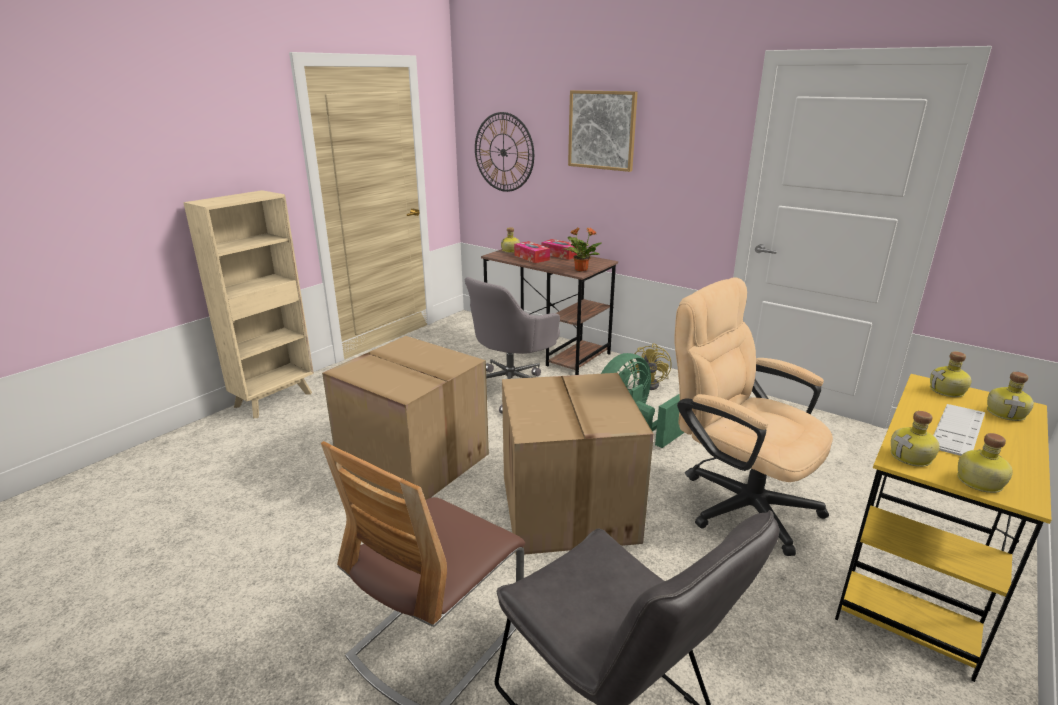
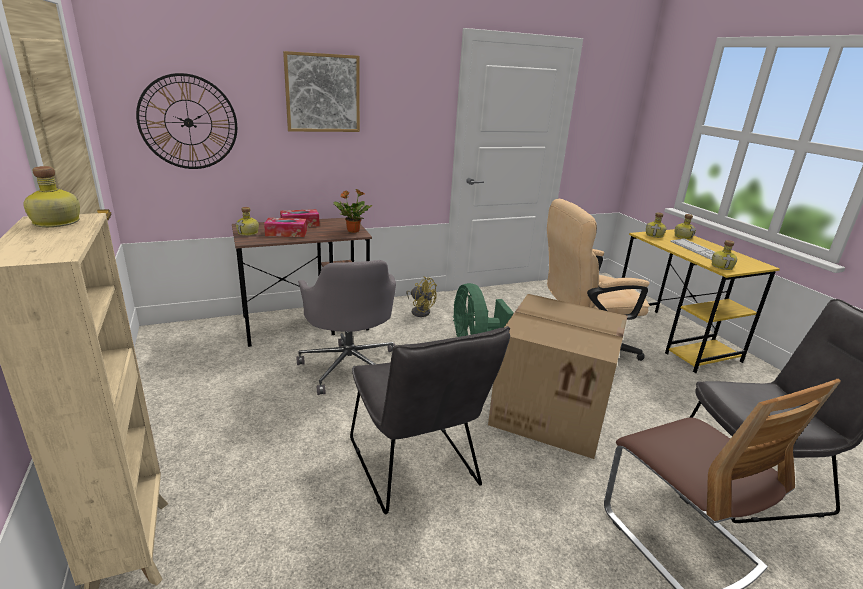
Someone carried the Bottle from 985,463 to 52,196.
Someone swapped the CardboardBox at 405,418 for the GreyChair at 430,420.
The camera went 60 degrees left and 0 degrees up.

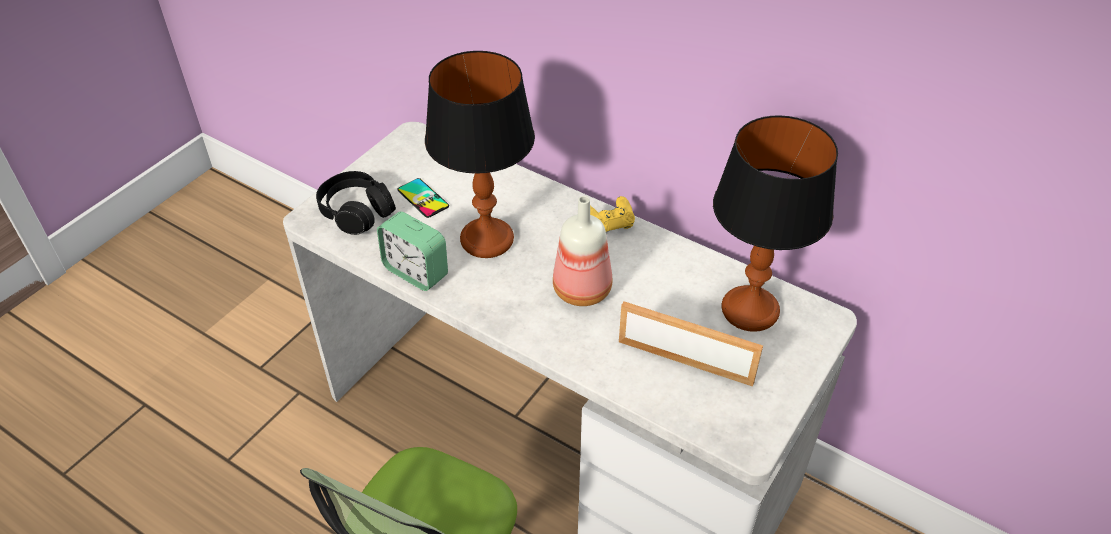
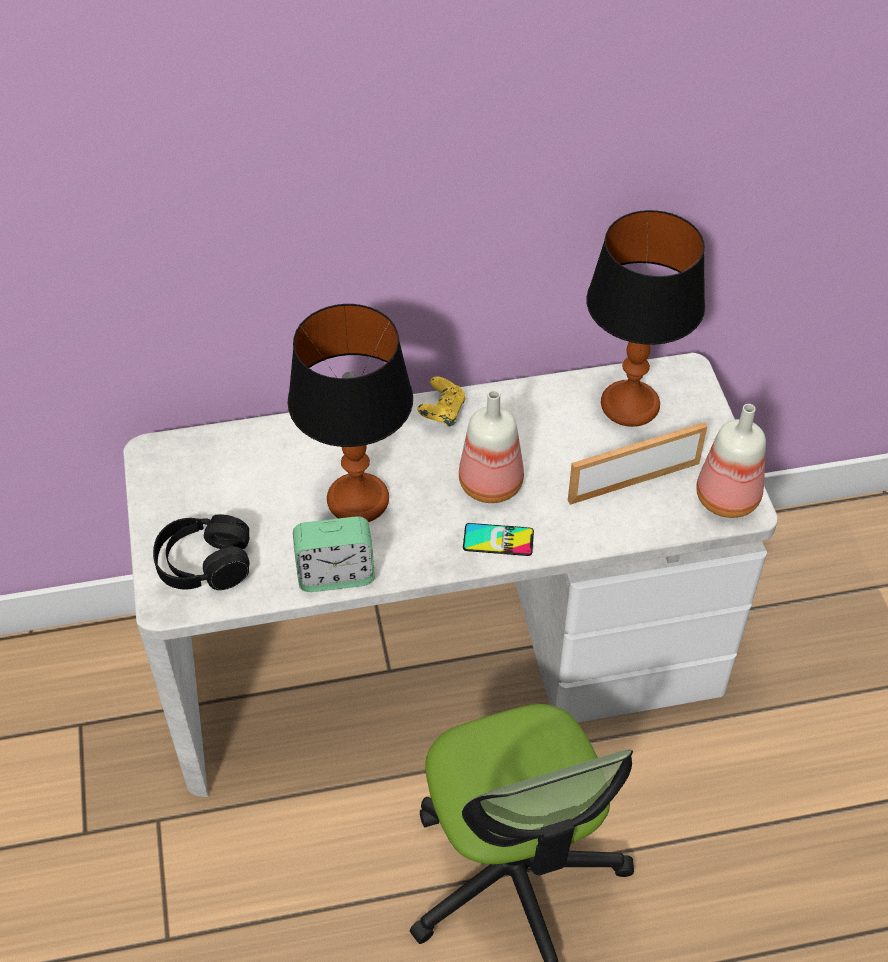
Someone put down the Bottle at 731,461.
Someone carried the Phone from 423,198 to 498,539.
The camera went 45 degrees left and 5 degrees up.

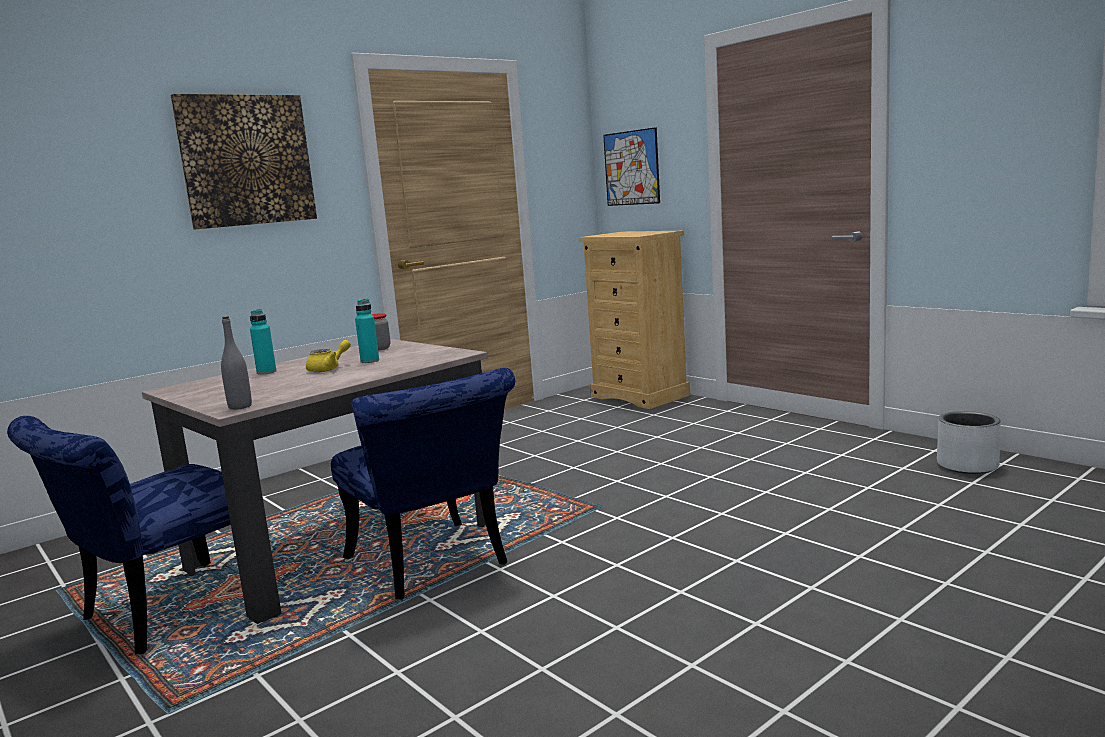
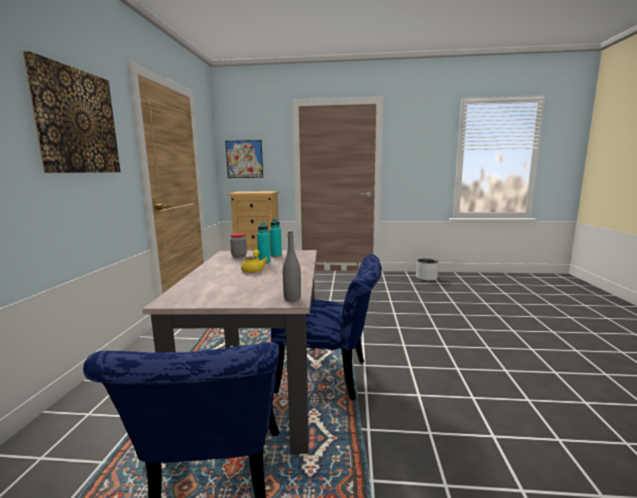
Someone carried the TurquoiseBottle from 263,342 to 276,238.
The camera went 45 degrees left and 0 degrees up.

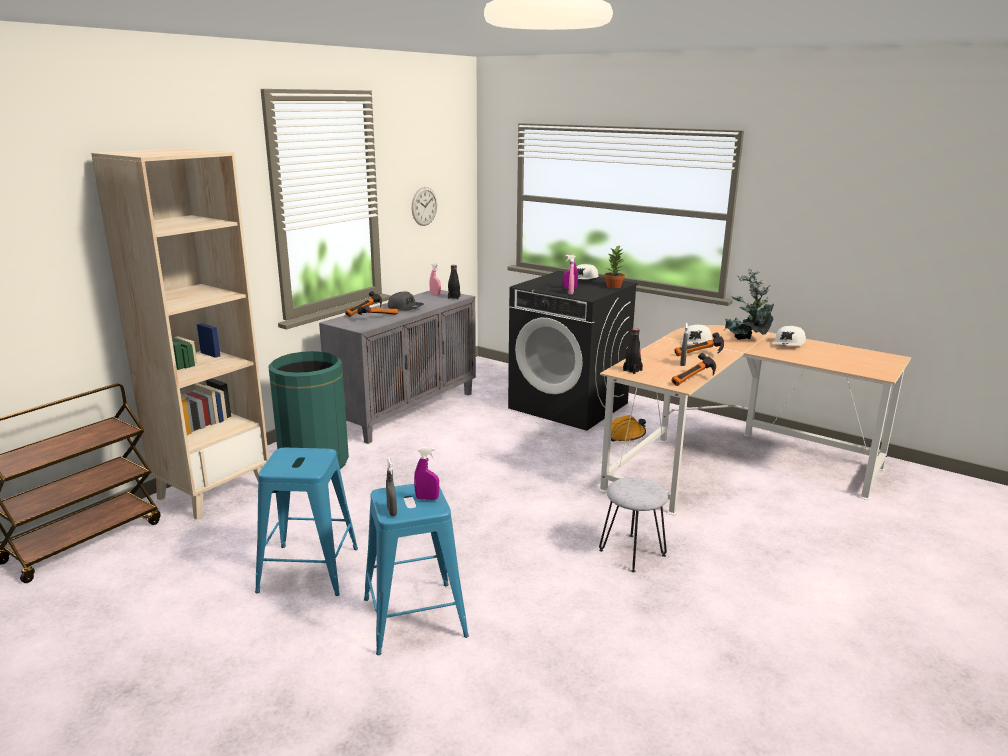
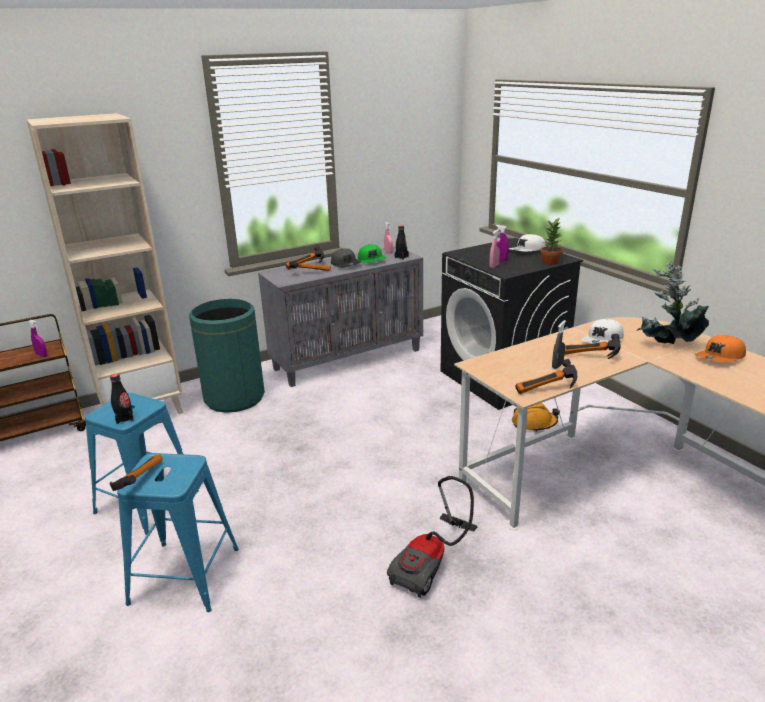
Someone took away the WallClock at 424,206.
Someone put down the GreenCap at 372,253.
Someone carried the PurpleSprayBottle from 426,473 to 38,338.
Someone carried the BlackBottle from 633,351 to 122,399.
Someone swapped the GreySprayBottle at 391,487 for the Hammer at 136,472.
Someone swapped the GreyStool at 633,524 for the VacuumCleaner at 432,537.
Someone repainted the WhiteCap at 789,335, which became the OrangeCap at 720,349.
The camera went 25 degrees right and 5 degrees up.

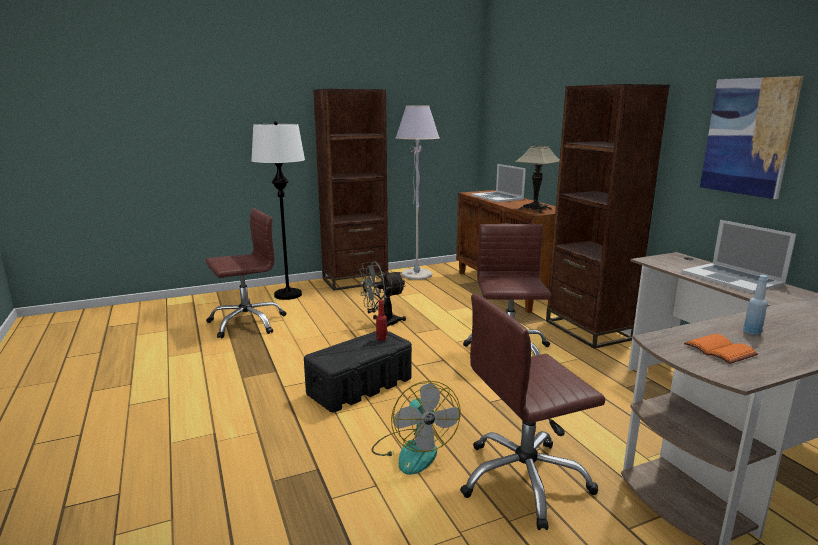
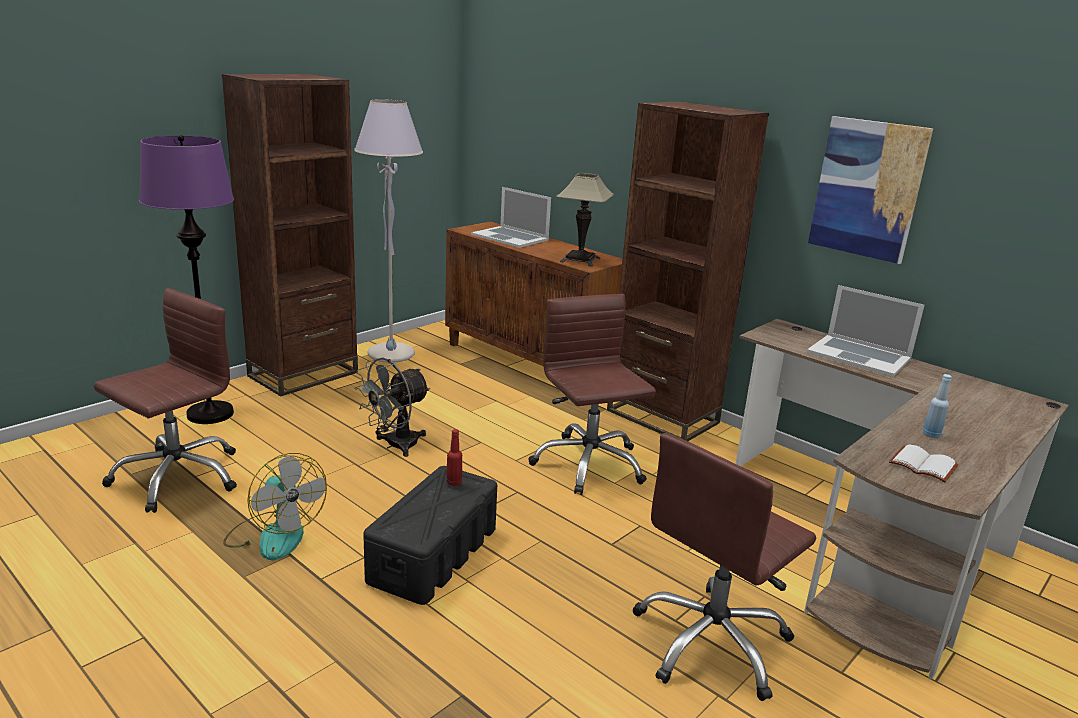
Someone carried the Fan from 415,428 to 275,506.
Someone repainted the WhiteFloorLamp at 278,210, which became the PurpleFloorLamp at 186,279.
Someone repainted the OrangeBook at 721,349, which became the WhiteBook at 924,463.
The camera went 25 degrees left and 5 degrees up.

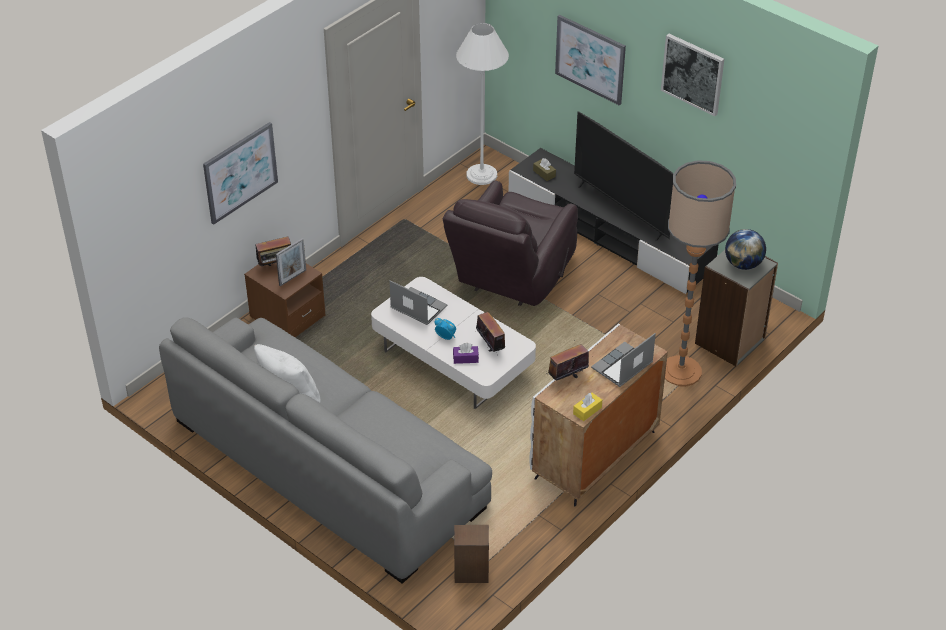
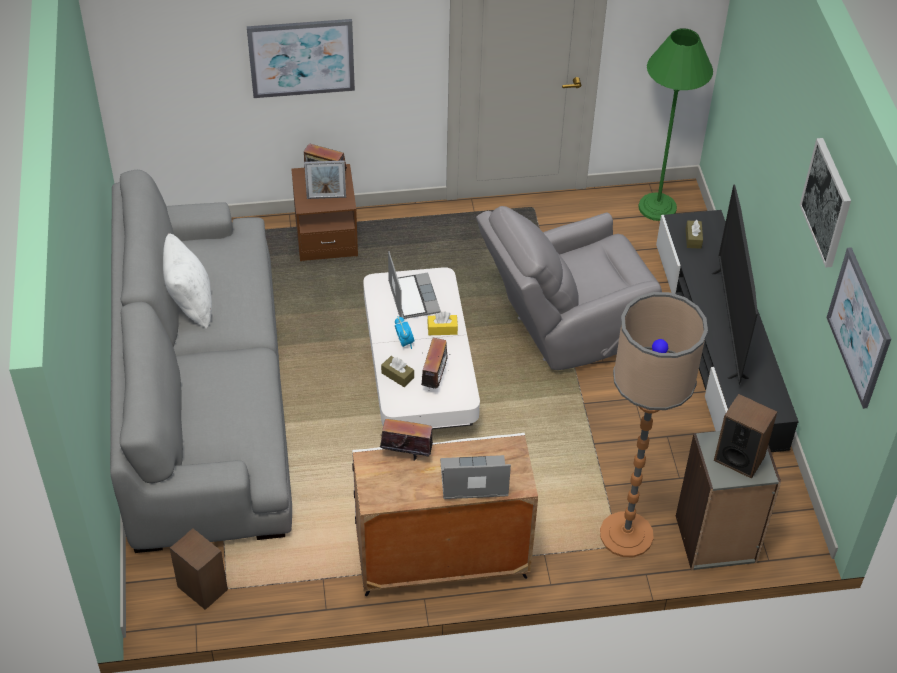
Someone carried the Picture from 590,60 to 859,328.
Someone carried the YellowTissueBox from 587,407 to 442,323.
Someone swapped the Globe at 745,249 for the Speaker at 746,436.
Someone repainted the BrownArmchair at 510,243, which became the GreyArmchair at 569,288.
Someone repainted the PurpleTissueBox at 466,353, which became the BrownTissueBox at 397,371.
Someone repainted the WhiteFloorLamp at 482,104, which became the GreenFloorLamp at 675,124.
The camera went 40 degrees right and 5 degrees up.

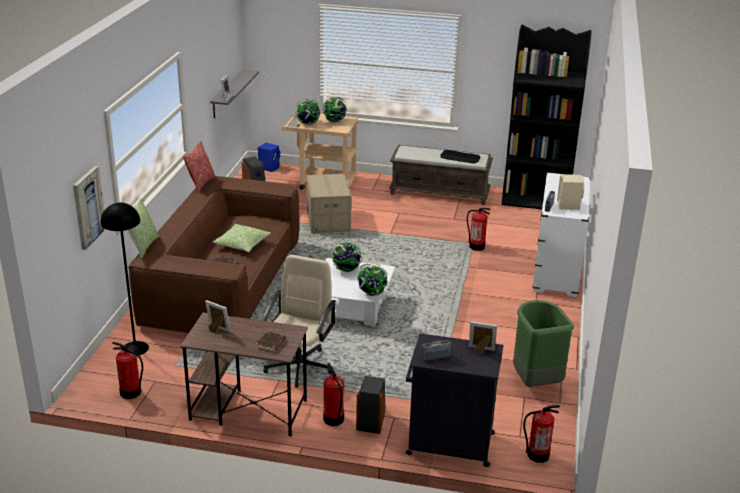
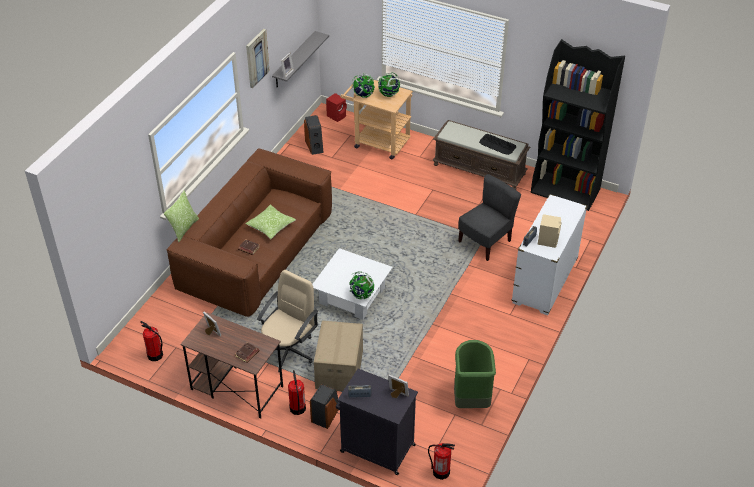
Someone took away the BlackFloorLamp at 125,279.
Someone took away the Pillow at 199,167.
Someone took away the Globe at 347,255.
Someone carried the Picture from 89,208 to 258,58.
Someone carried the CardboardBox from 328,203 to 338,356.
Someone swapped the FireExtinguisher at 478,229 for the GreyChair at 489,217.
Someone repainted the BlueSpeaker at 269,157, which became the RedSpeaker at 336,107.
The camera went 15 degrees right and 15 degrees up.

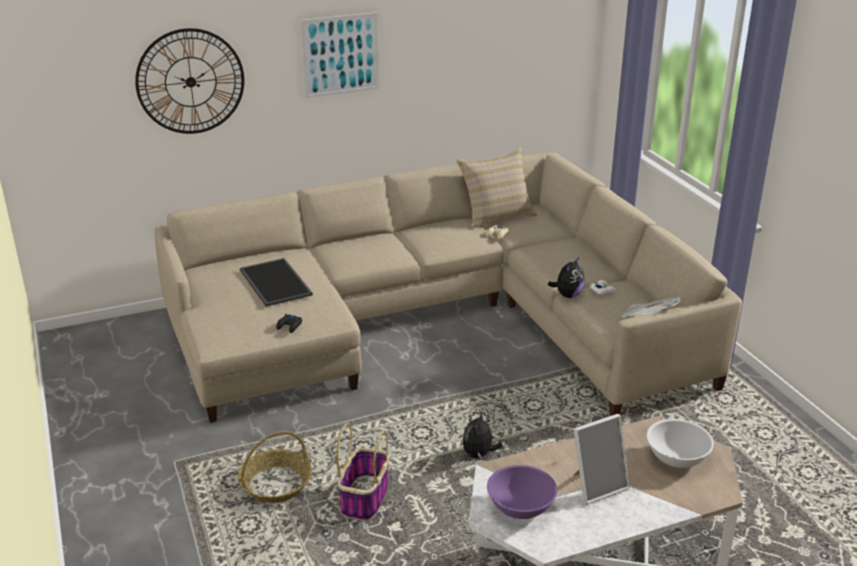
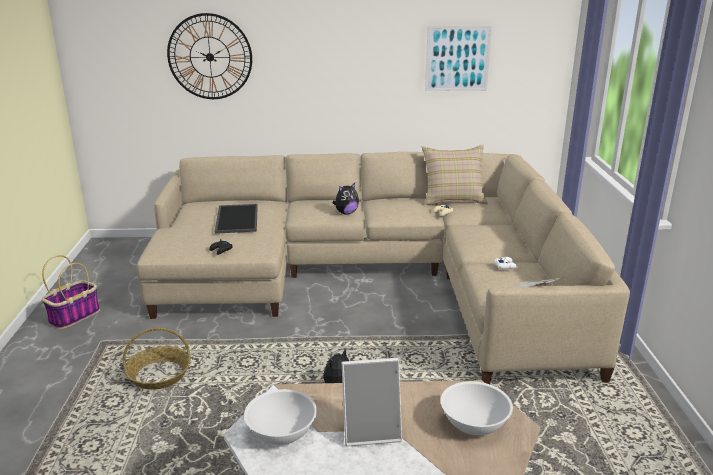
Someone carried the Picture from 340,55 to 458,58.
Someone carried the Basket from 362,472 to 71,292.
Someone carried the PlushToy from 566,277 to 345,199.
Someone repainted the PurpleBowl at 522,492, which became the WhiteBowl at 280,417.
The camera went 20 degrees right and 5 degrees down.

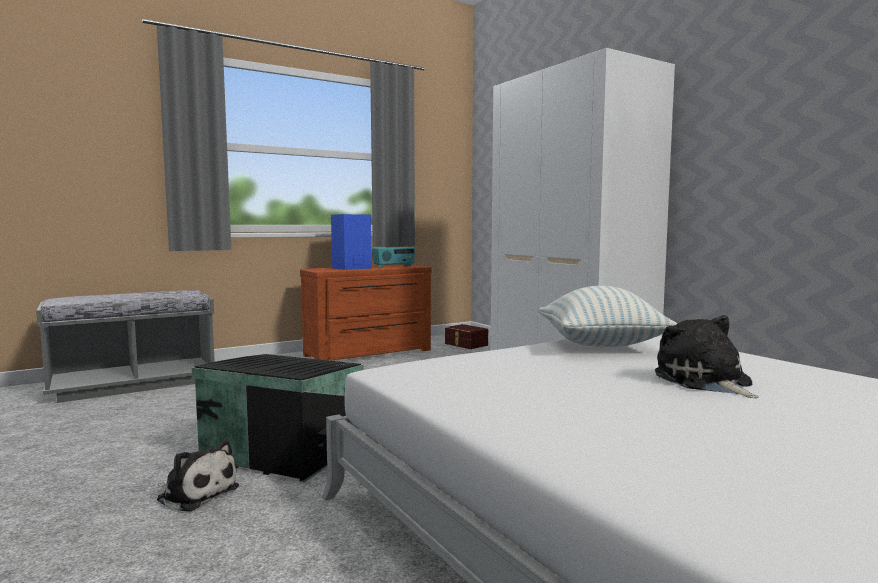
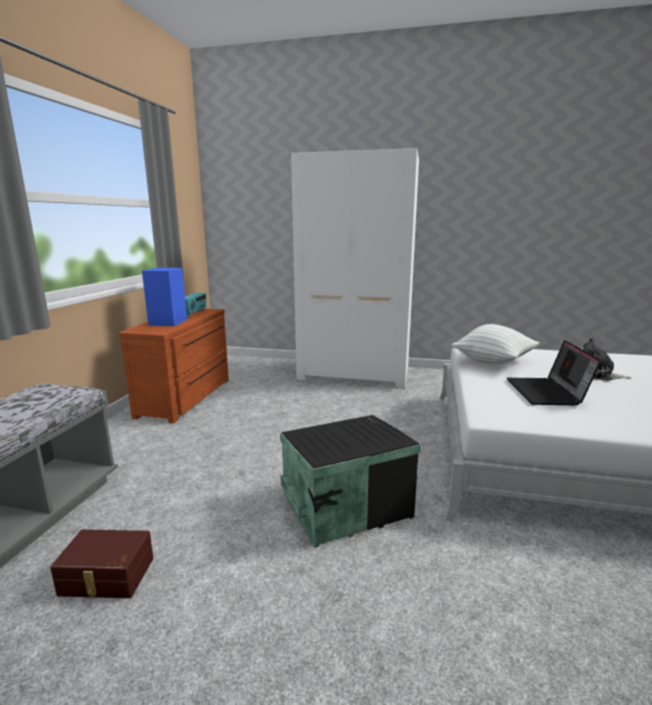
Someone took away the PlushToy at 198,475.
Someone put down the Laptop at 554,372.
Someone carried the BrownStorageBox from 466,336 to 101,563.
The camera went 45 degrees left and 10 degrees up.

